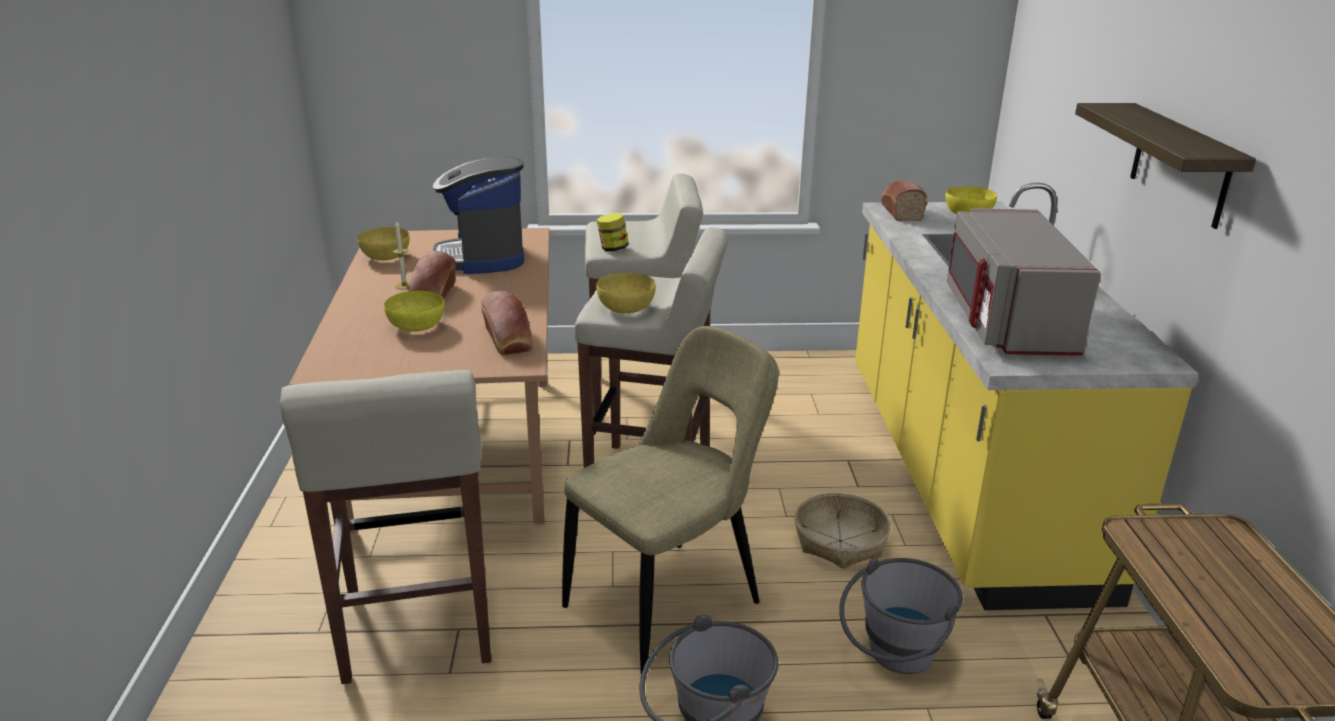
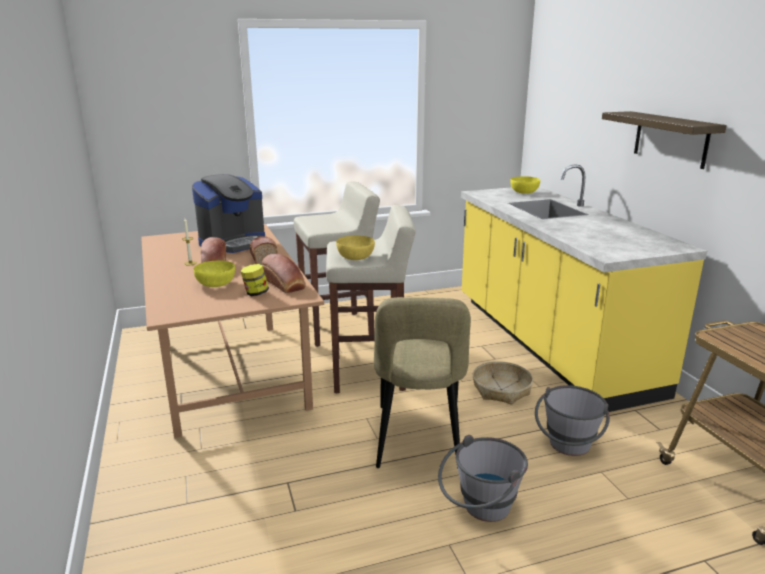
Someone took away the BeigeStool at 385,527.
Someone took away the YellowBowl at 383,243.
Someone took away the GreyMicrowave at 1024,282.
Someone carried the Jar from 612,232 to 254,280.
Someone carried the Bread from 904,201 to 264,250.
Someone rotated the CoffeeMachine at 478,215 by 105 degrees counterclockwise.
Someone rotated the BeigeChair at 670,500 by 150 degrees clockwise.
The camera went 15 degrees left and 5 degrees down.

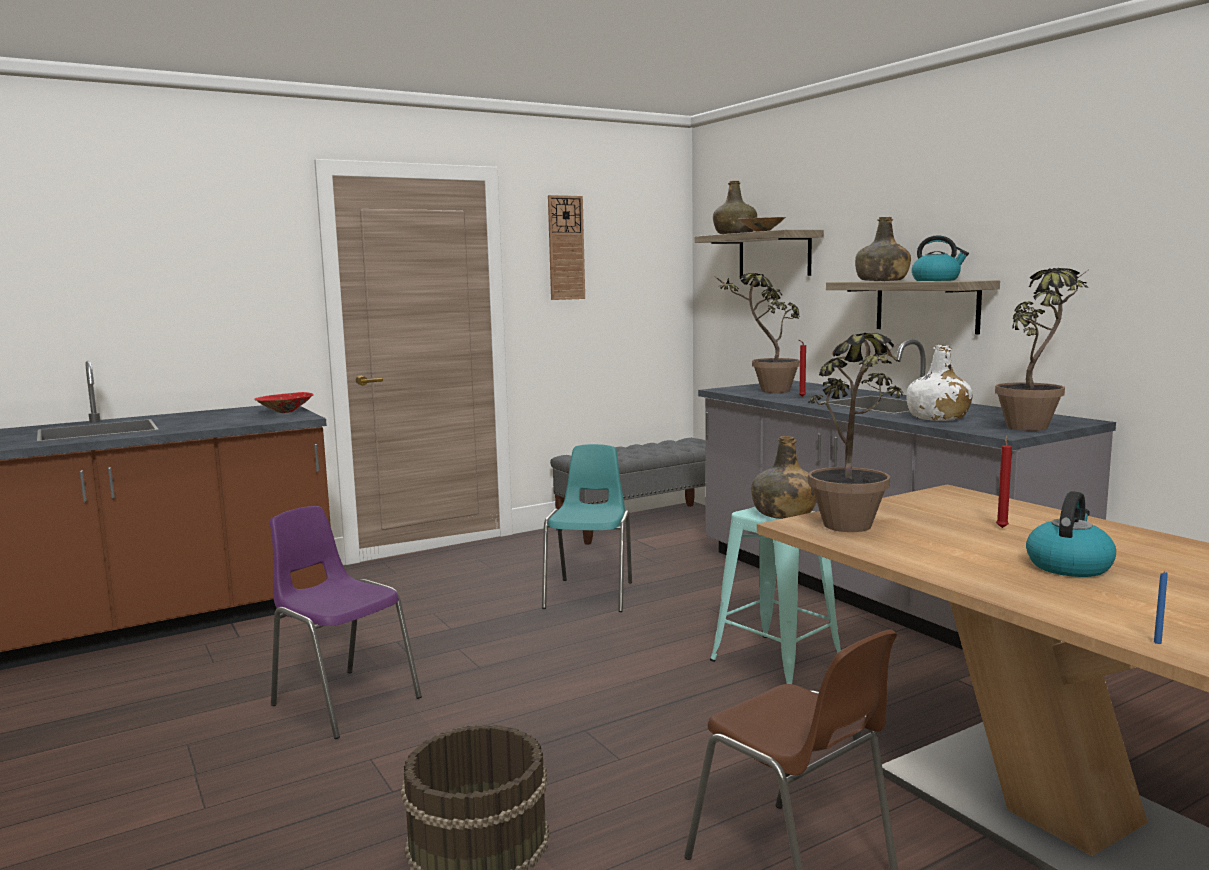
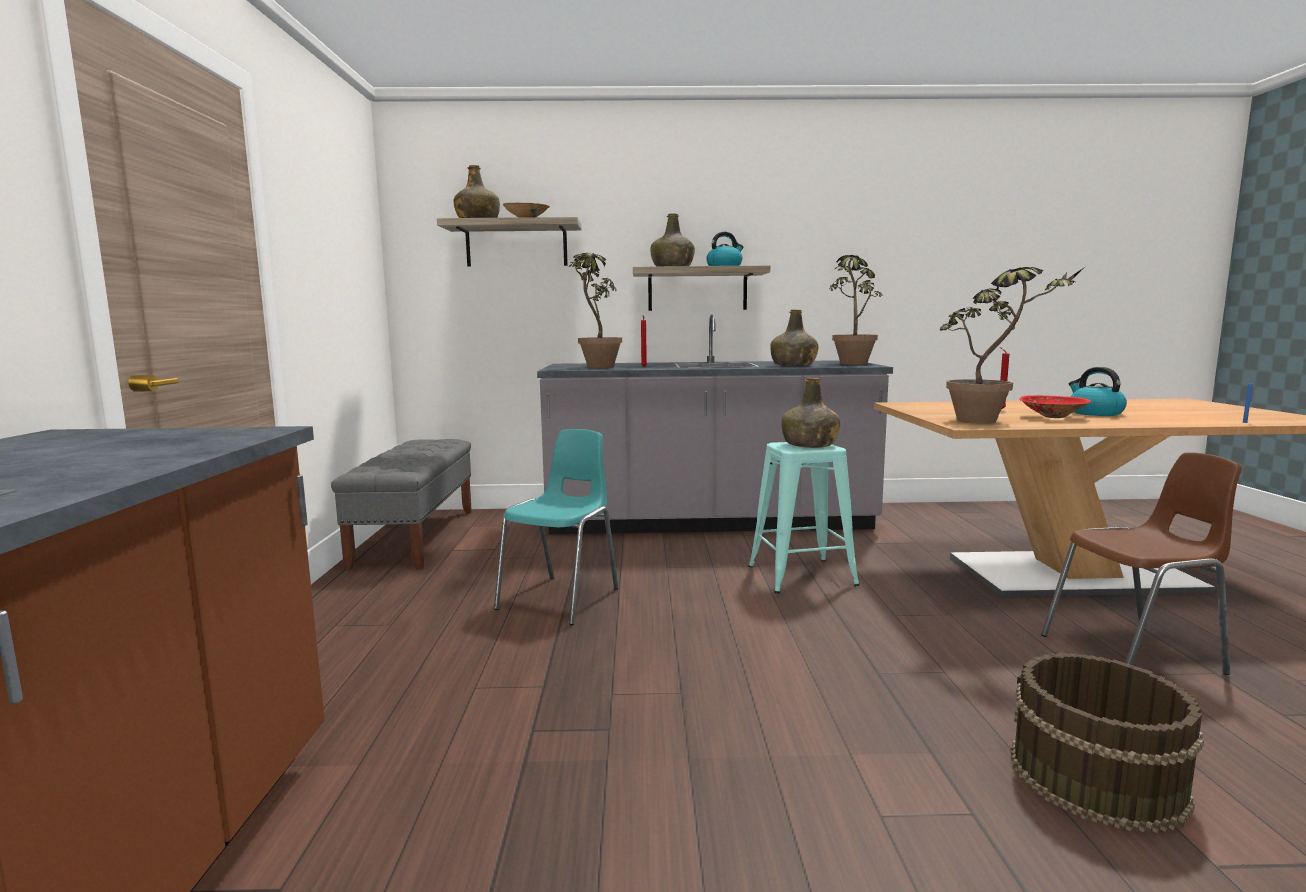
Someone took away the PurpleChair at 346,622.
Someone took away the WallClock at 566,247.
Someone carried the RedBowl from 284,402 to 1055,406.
Someone repainted the WhiteBottle at 939,383, which became the GreenBottle at 794,338.
Someone rotated the TurquoiseChair at 587,528 by 75 degrees clockwise.
The camera went 60 degrees left and 0 degrees up.

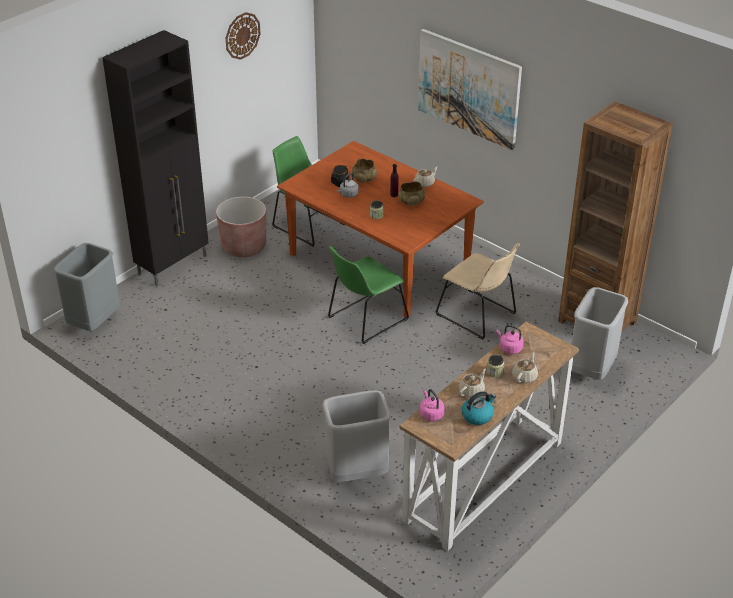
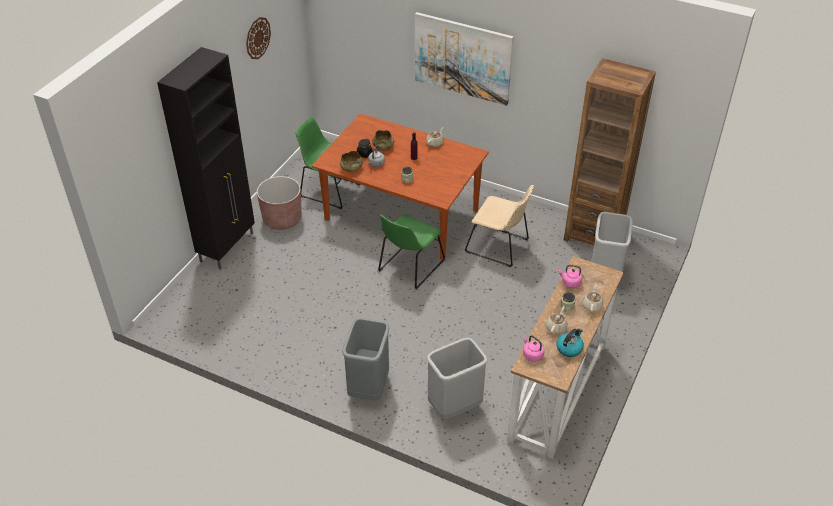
Someone carried the GreyTrashCan from 86,287 to 365,359.
Someone carried the BeigeBowl from 411,193 to 351,161.
The camera went 15 degrees left and 5 degrees up.

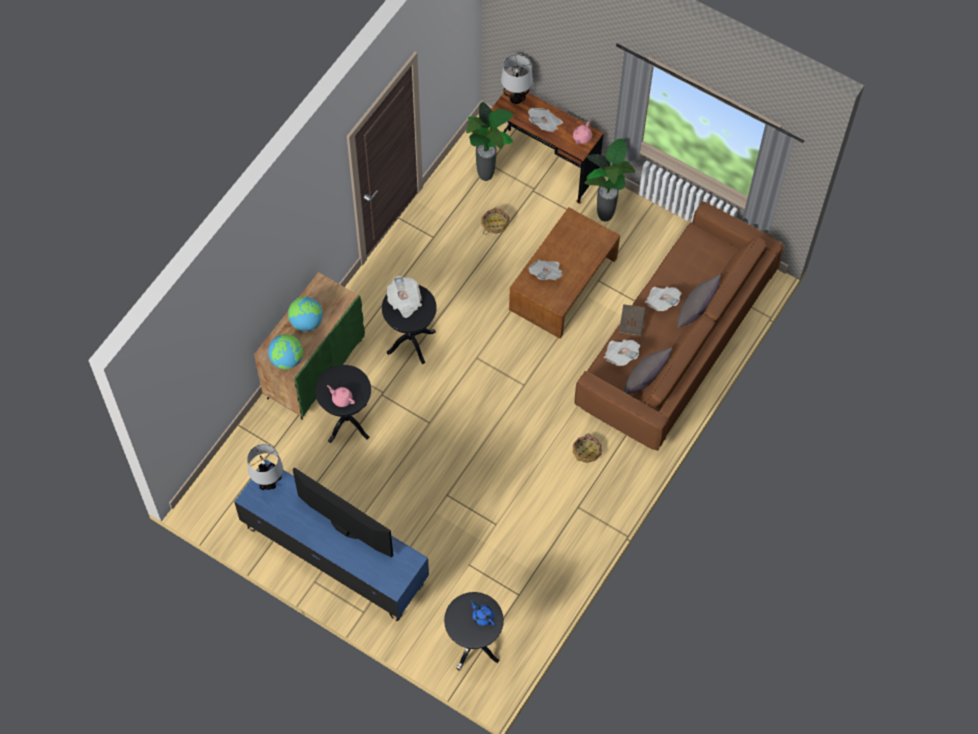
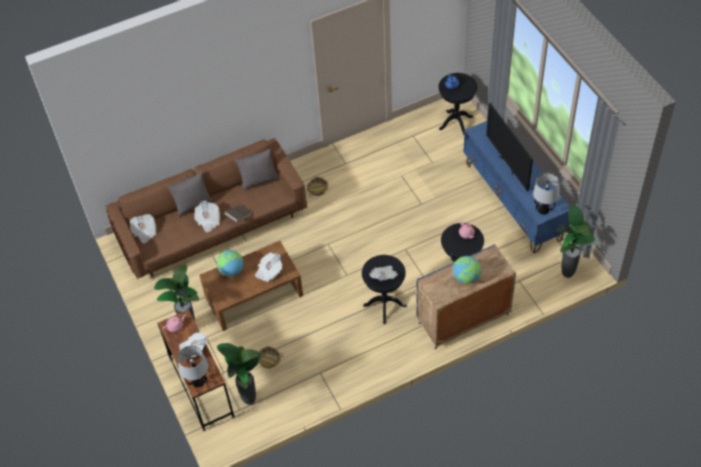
Someone put down the PottedPlant at 575,241.
Someone carried the Globe from 285,352 to 230,263.
Someone carried the Newspaper from 622,352 to 143,228.
Someone repainted the GreenCabinet at 309,346, which became the BlueCabinet at 466,296.
The camera went 145 degrees left and 10 degrees down.

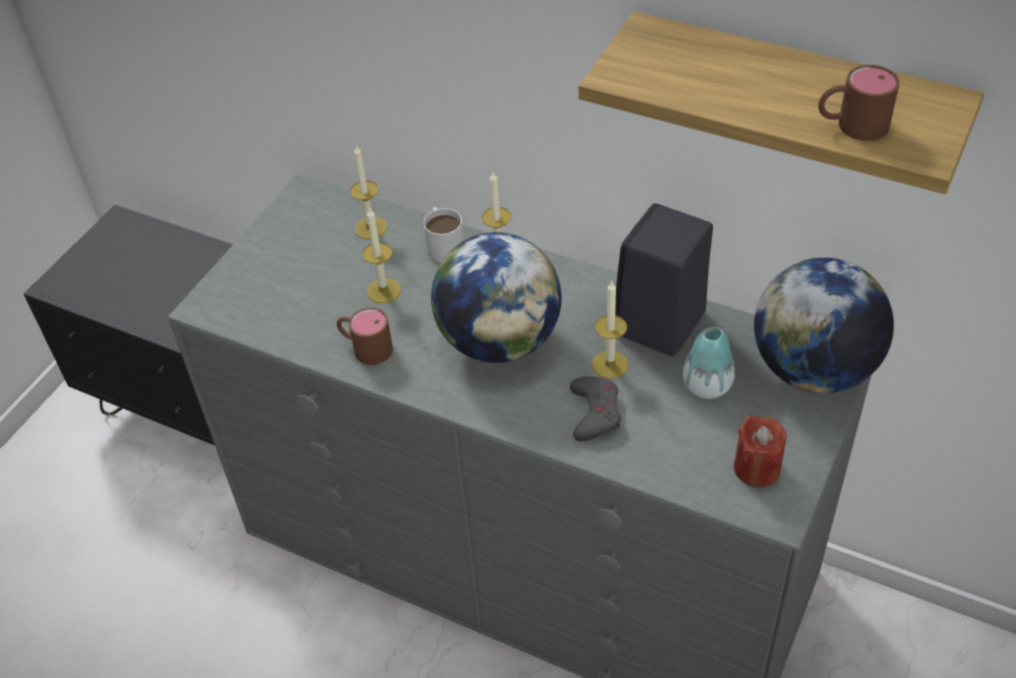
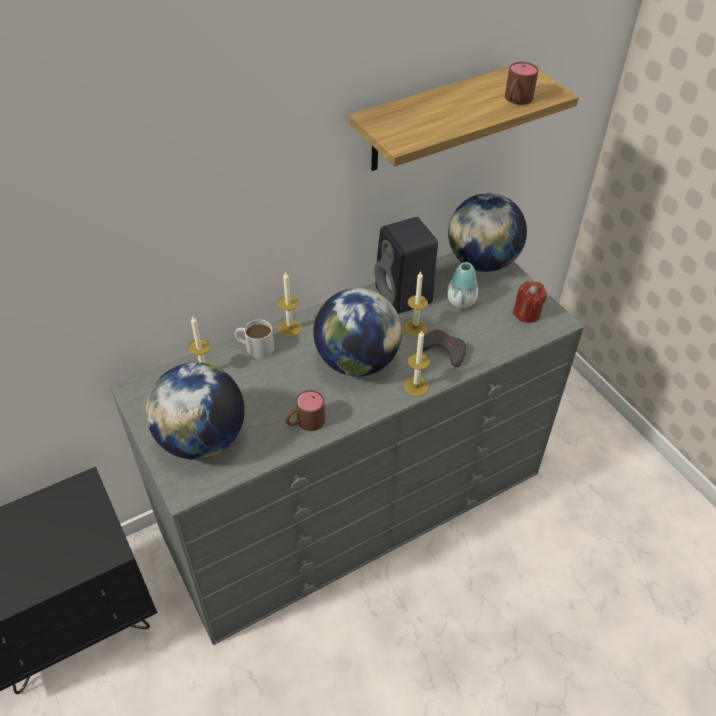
Someone put down the Globe at 195,411.
Someone carried the Candle from 381,255 to 417,363.
The camera went 60 degrees left and 0 degrees up.

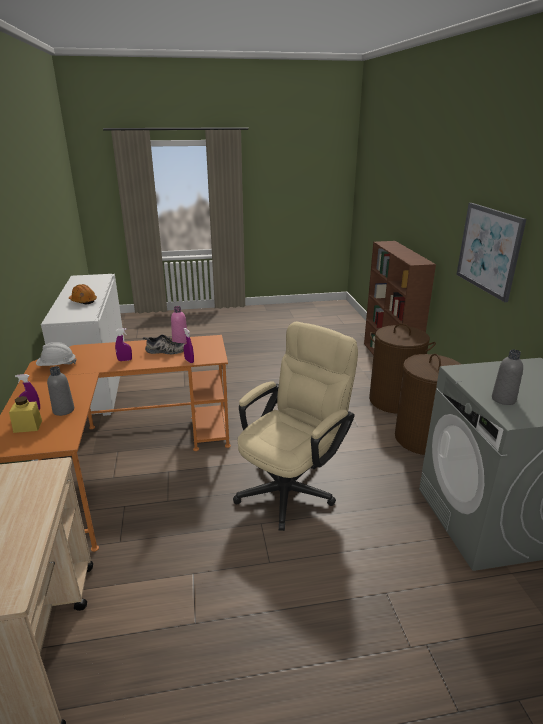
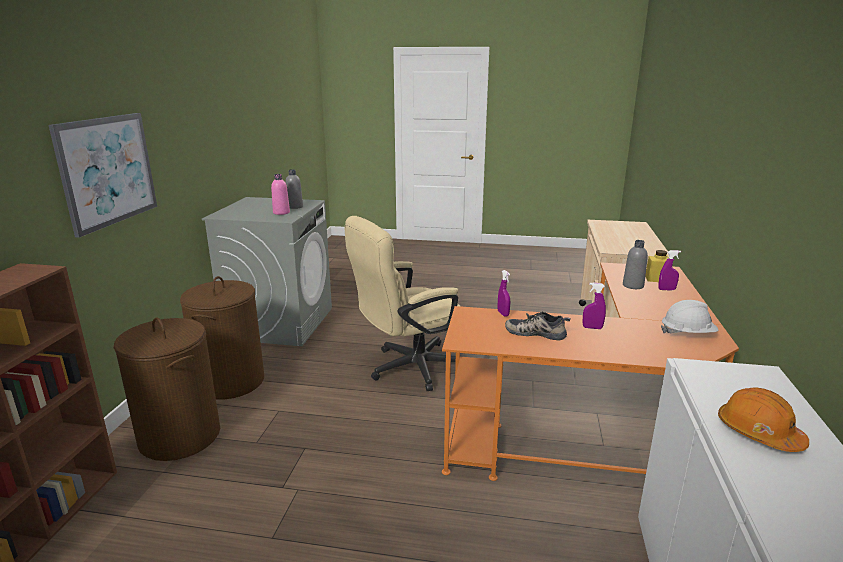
Someone carried the PinkBottle from 179,325 to 280,194.
The camera went 160 degrees left and 5 degrees down.

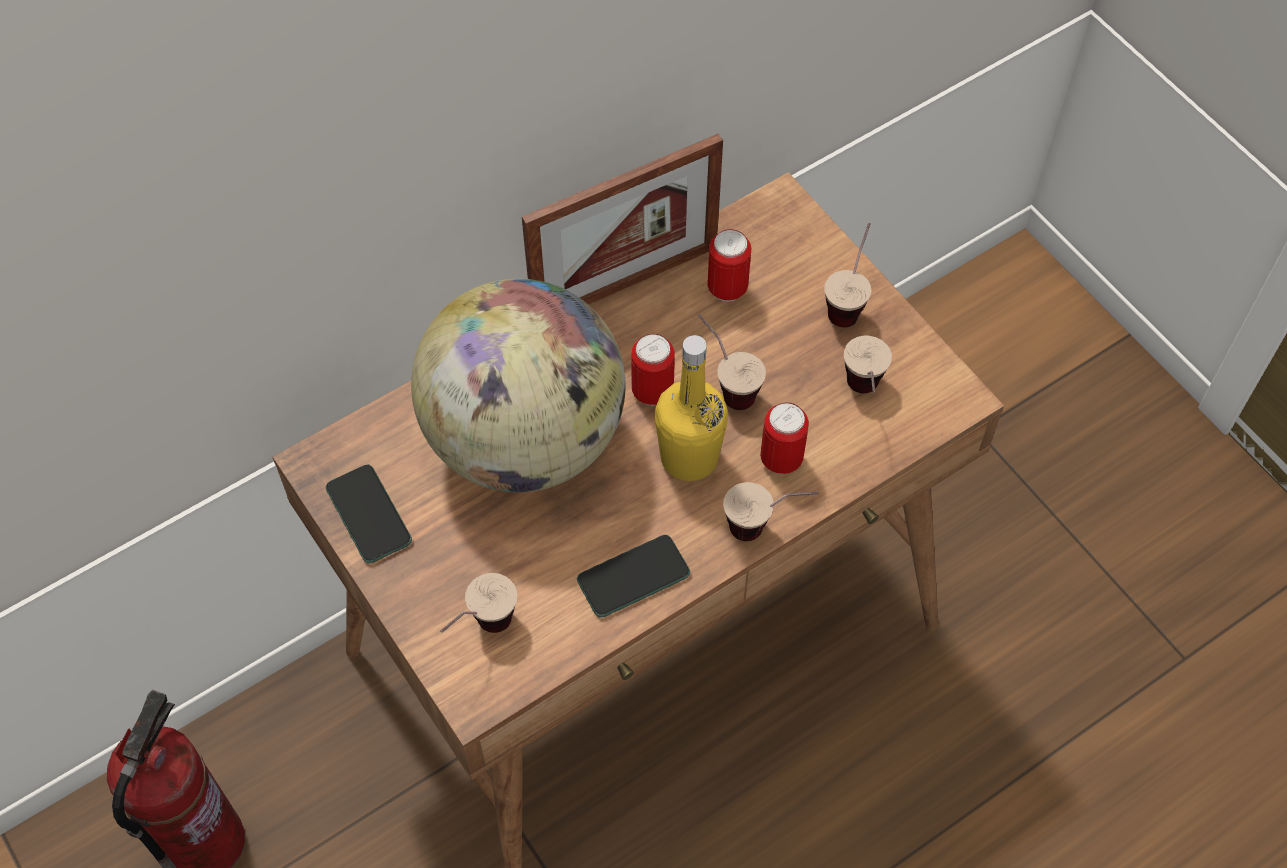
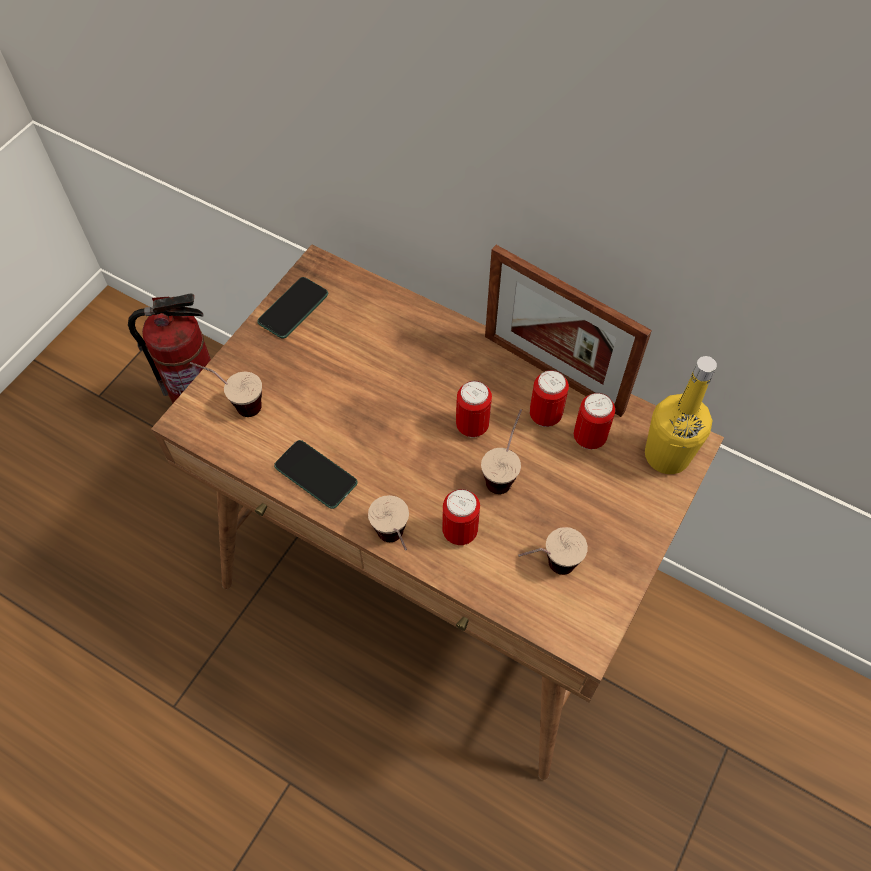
Someone took away the Globe at 518,385.
Someone took away the Cup at 847,275.
Someone put down the Can at 549,398.
Someone carried the YellowBottle from 691,408 to 681,415.
The camera went 65 degrees right and 0 degrees up.

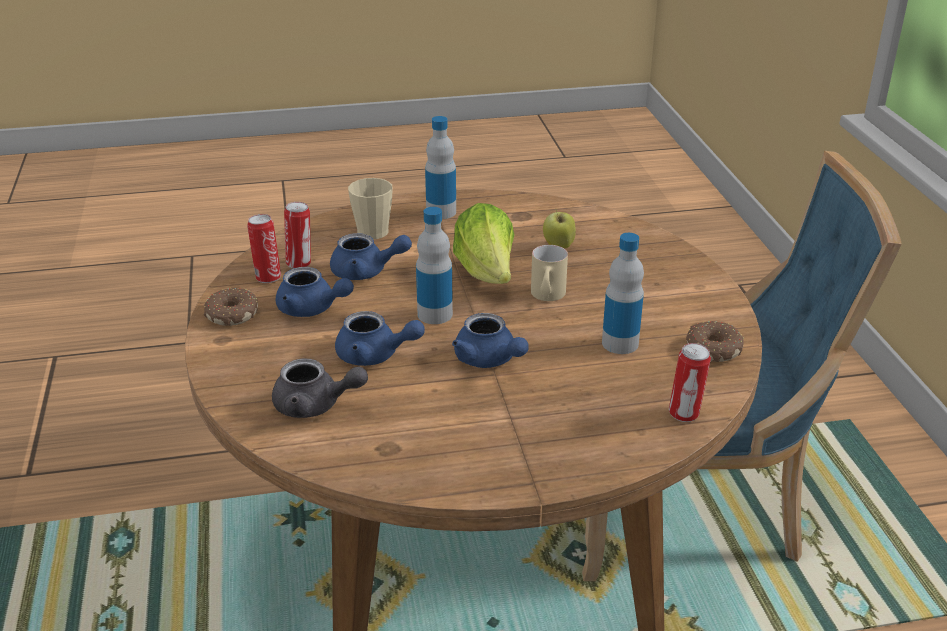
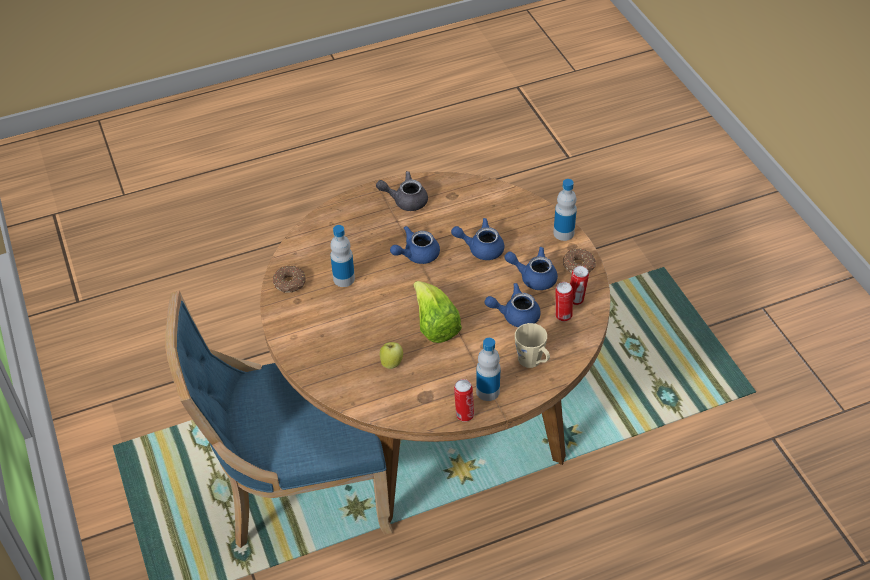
Someone took away the BeigeMug at 549,273.
Someone carried the GreyTeapot from 320,388 to 402,191.
Someone carried the Bottle from 434,265 to 565,210.
Someone carried the Can from 690,382 to 464,400.
Someone rotated the BlueTeapot at 490,340 by 75 degrees counterclockwise.
The camera went 170 degrees right and 15 degrees up.

